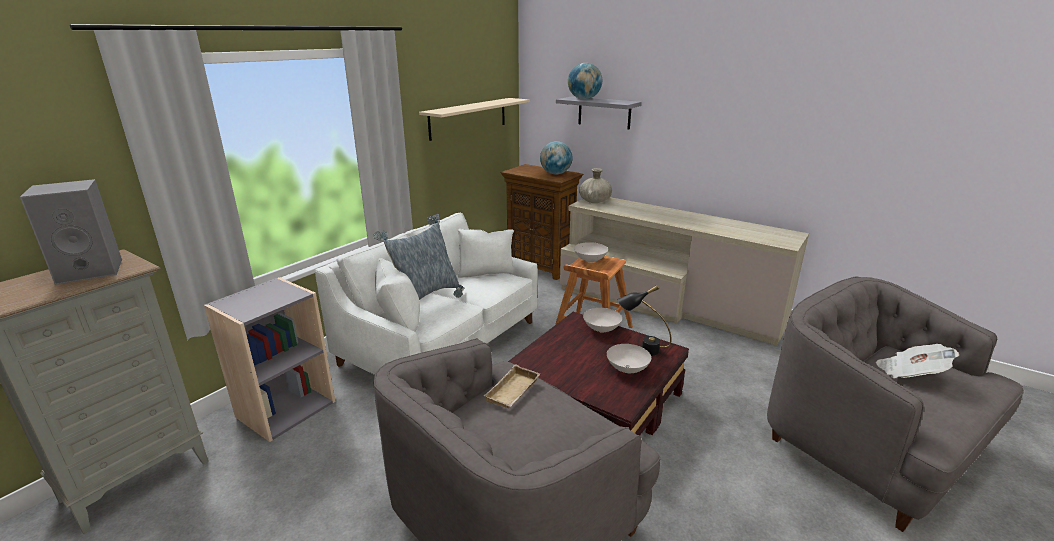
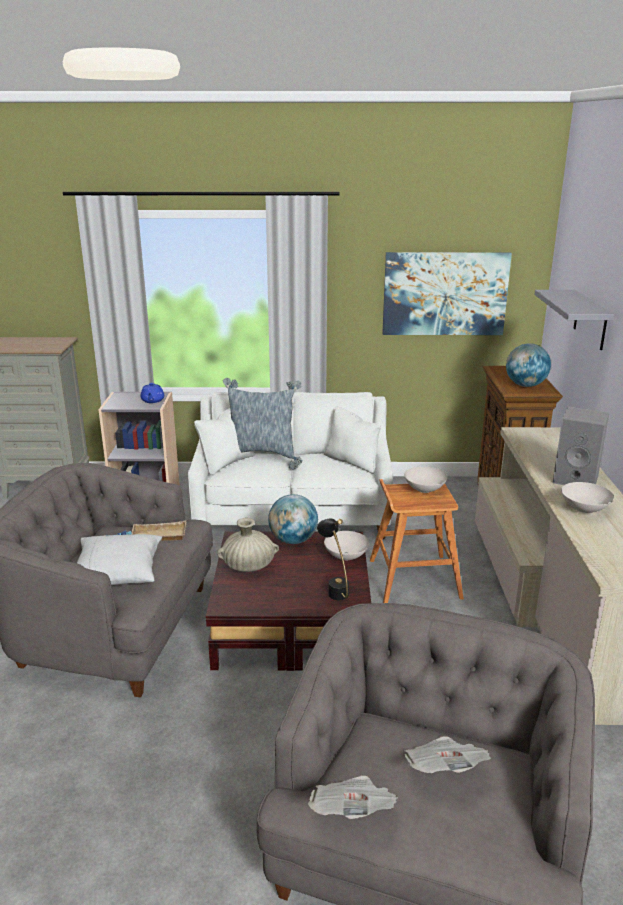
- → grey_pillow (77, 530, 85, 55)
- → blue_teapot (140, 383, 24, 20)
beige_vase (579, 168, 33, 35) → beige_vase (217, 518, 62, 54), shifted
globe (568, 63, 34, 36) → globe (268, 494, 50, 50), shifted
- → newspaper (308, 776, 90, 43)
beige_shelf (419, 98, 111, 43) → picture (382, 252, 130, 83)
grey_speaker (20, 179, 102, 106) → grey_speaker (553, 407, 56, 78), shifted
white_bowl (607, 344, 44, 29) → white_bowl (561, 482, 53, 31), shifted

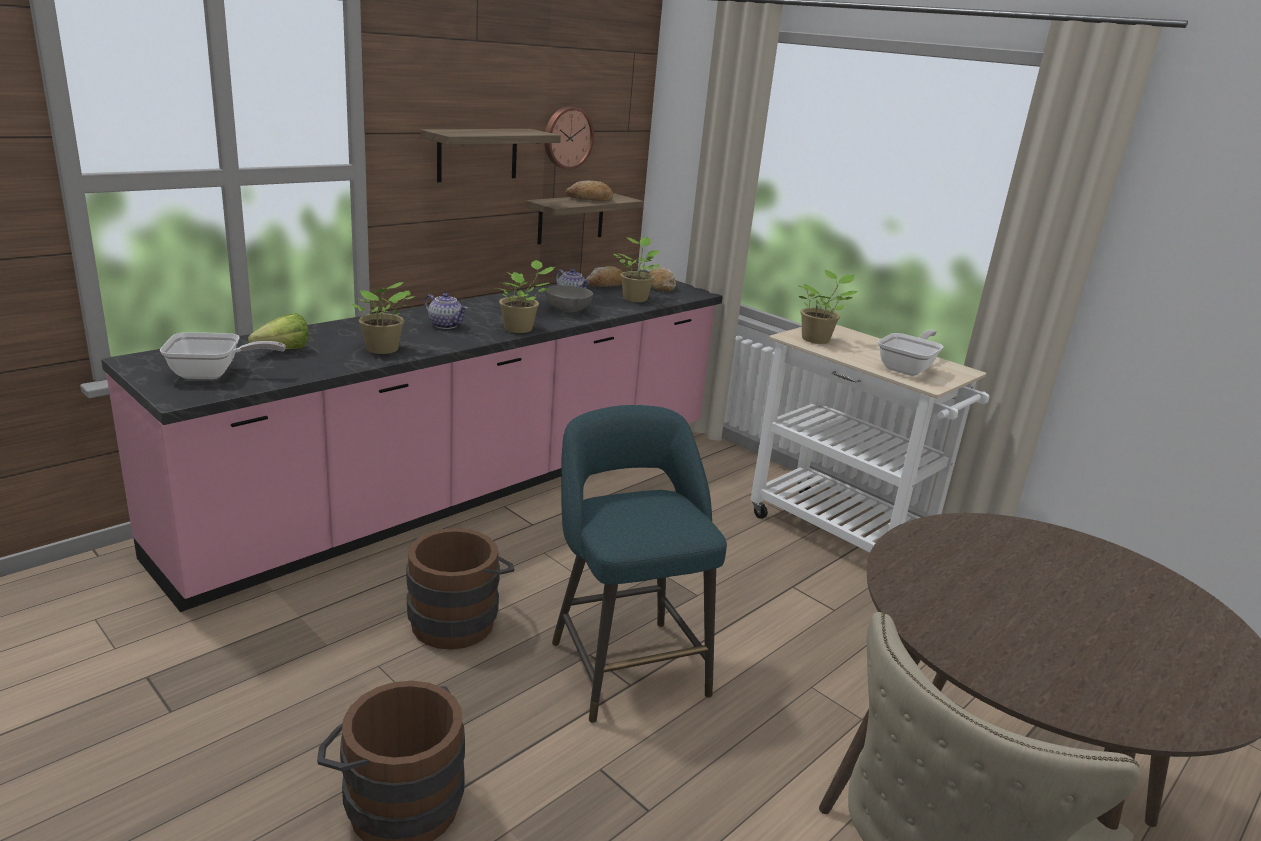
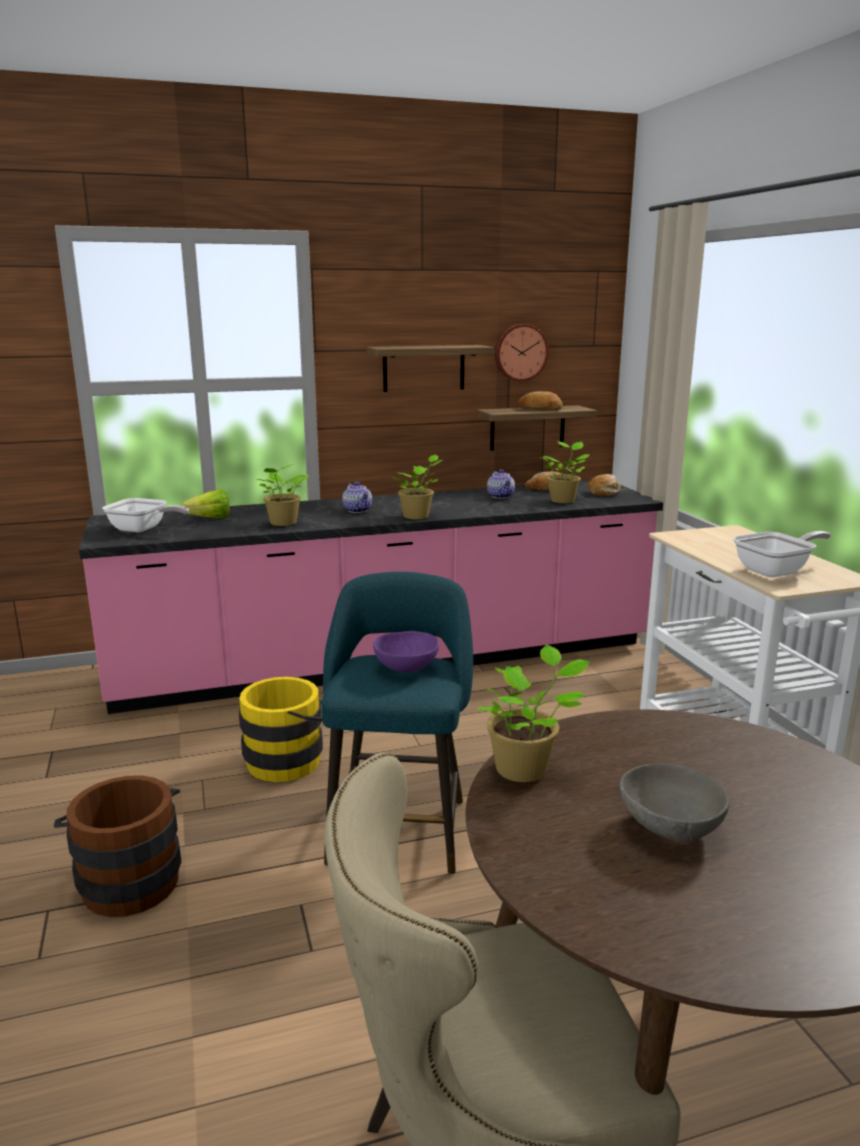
brown_bucket (406, 528, 109, 122) → yellow_bucket (239, 677, 84, 105)
- → purple_bowl (373, 631, 66, 41)
potted_plant (798, 270, 60, 74) → potted_plant (478, 645, 112, 137), shifted
grey_bowl (545, 285, 48, 27) → grey_bowl (619, 763, 111, 78), shifted

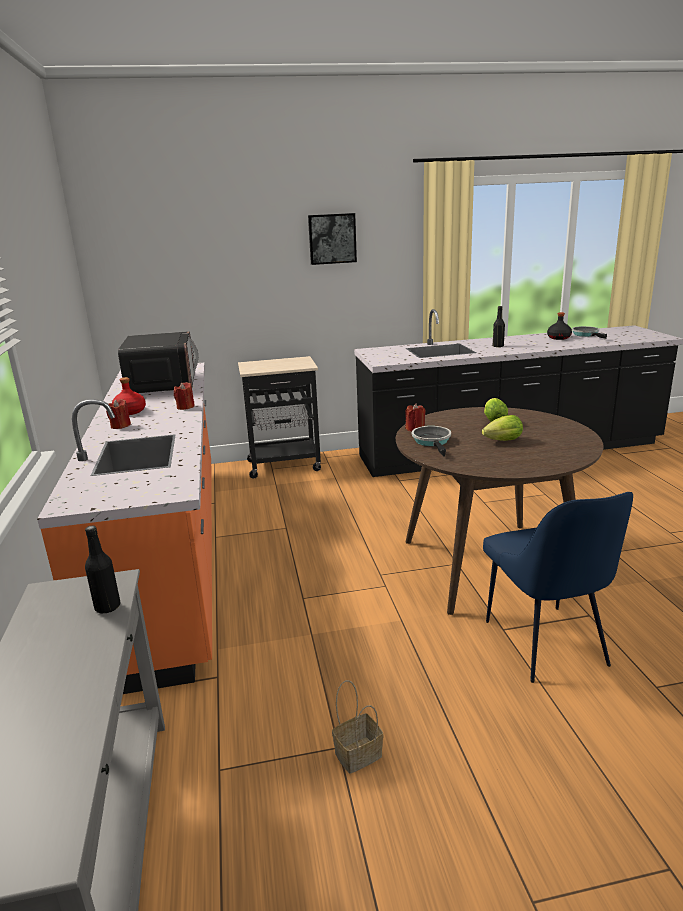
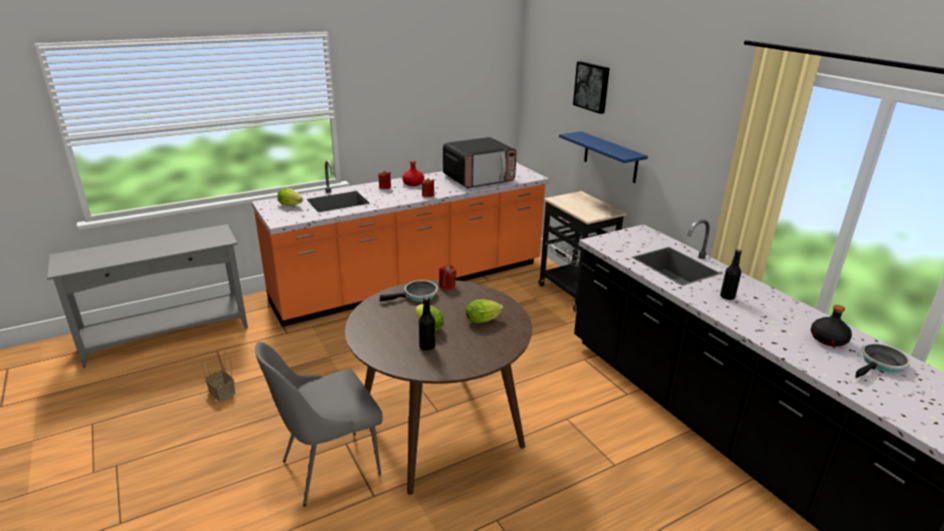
blue_chair (483, 492, 150, 191) → grey_chair (255, 342, 127, 165)
- → lettuce (277, 188, 26, 18)
black_bottle (85, 526, 36, 87) → black_bottle (419, 297, 16, 54), shifted
- → blue_shelf (559, 131, 89, 52)
picture (308, 213, 49, 52) → picture (573, 61, 36, 53), shifted

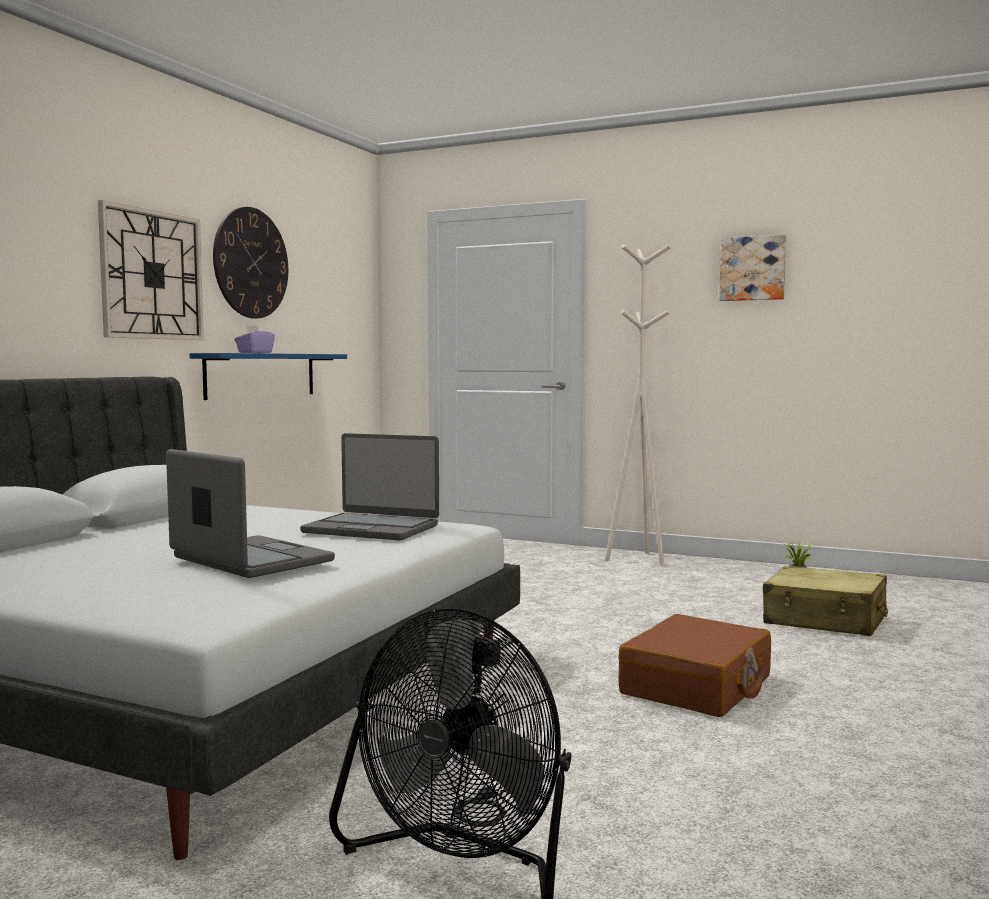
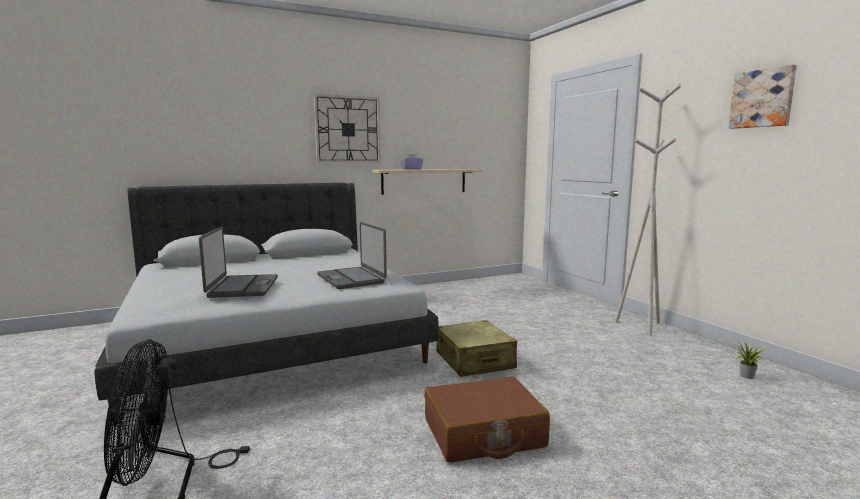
blue_shelf (190, 353, 157, 47) → beige_shelf (372, 169, 110, 26)
beige_suitcase (763, 566, 125, 70) → beige_suitcase (437, 320, 80, 57), shifted
wall_clock (213, 207, 75, 112) → -

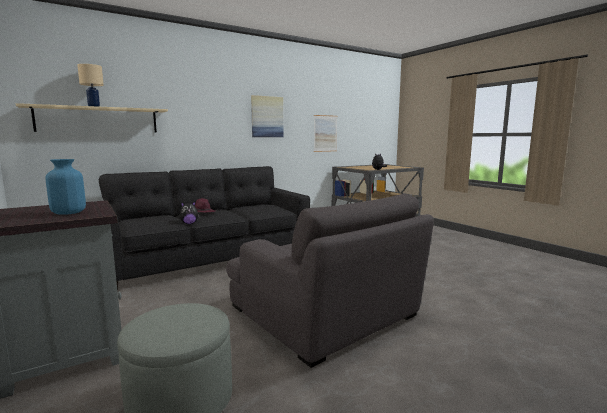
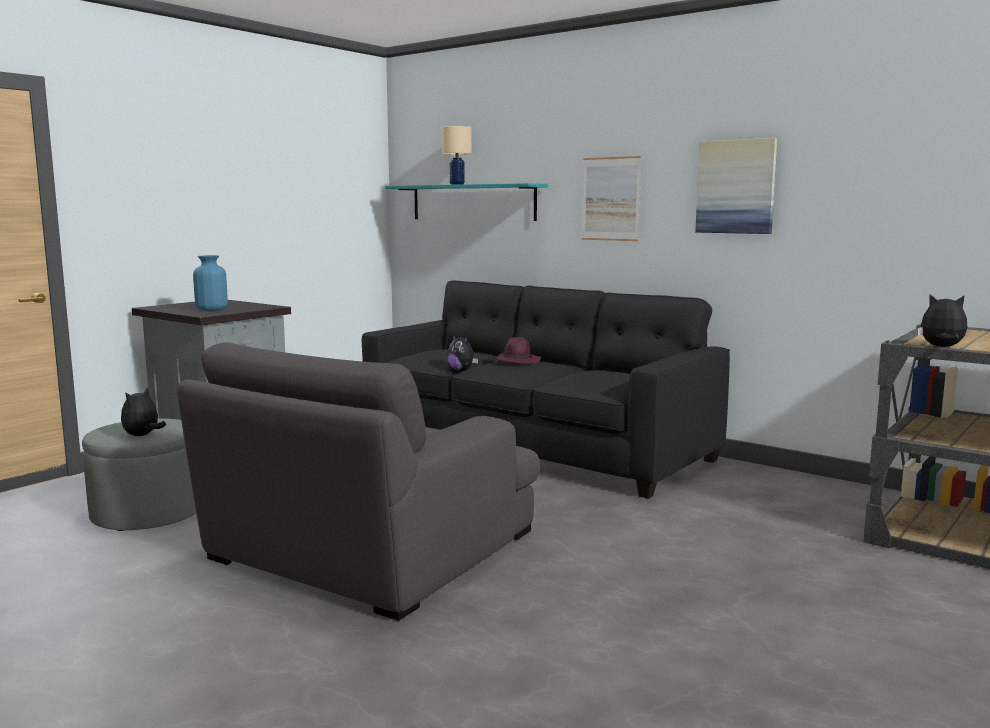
- → plush_toy (121, 387, 45, 49)
beige_shelf (16, 103, 152, 30) → turquoise_shelf (385, 183, 163, 38)
picture (314, 115, 23, 37) → picture (582, 156, 60, 85), shifted

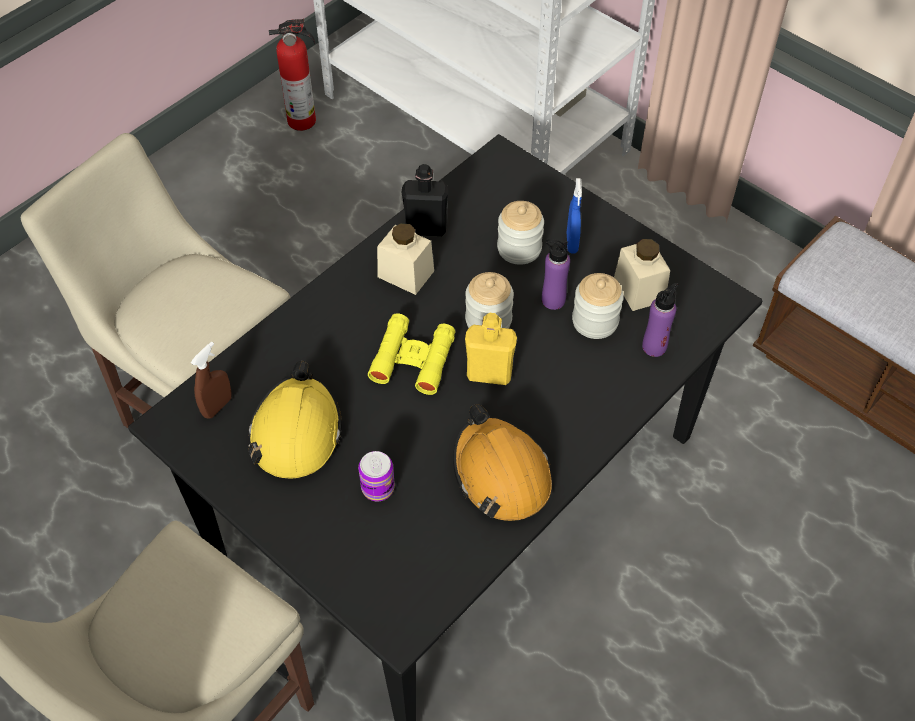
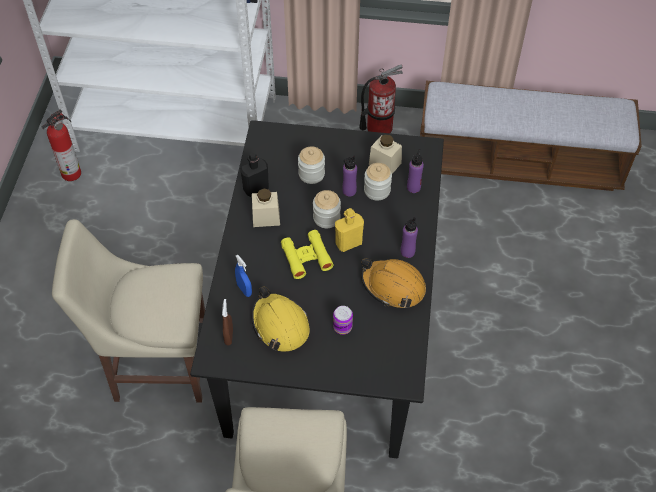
blue_spray_bottle (567, 178, 15, 76) → blue_spray_bottle (235, 255, 17, 42), shifted
- → fire_extinguisher (359, 65, 44, 68)
- → purple_bottle (401, 217, 17, 41)

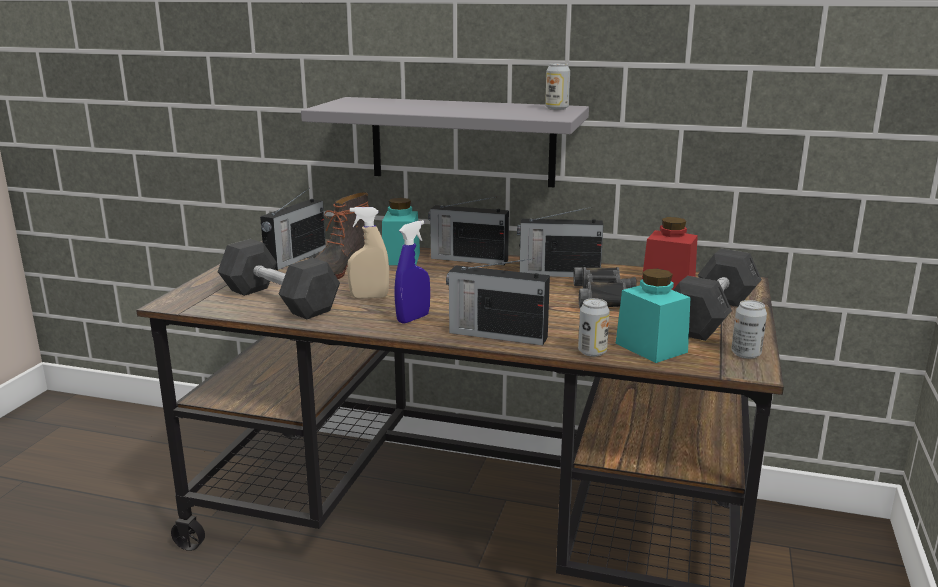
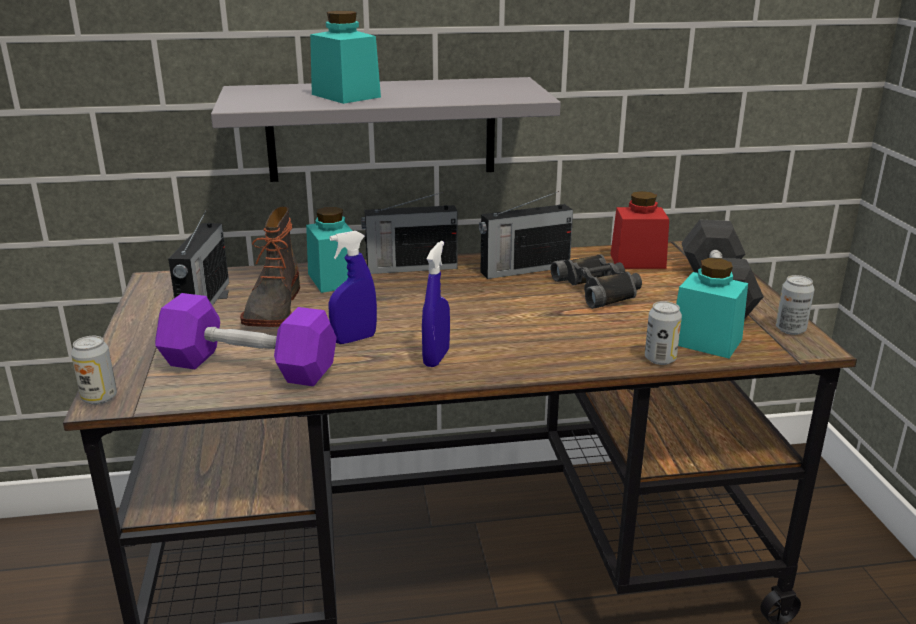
can (545, 63, 25, 47) → can (71, 336, 46, 69), shifted
grey_dumbbell (218, 239, 122, 80) → purple_dumbbell (155, 293, 182, 93)
- → turquoise_jar (310, 11, 71, 93)
beige_spray_bottle (347, 207, 42, 92) → blue_spray_bottle (328, 231, 49, 113)
radio (446, 258, 104, 87) → -

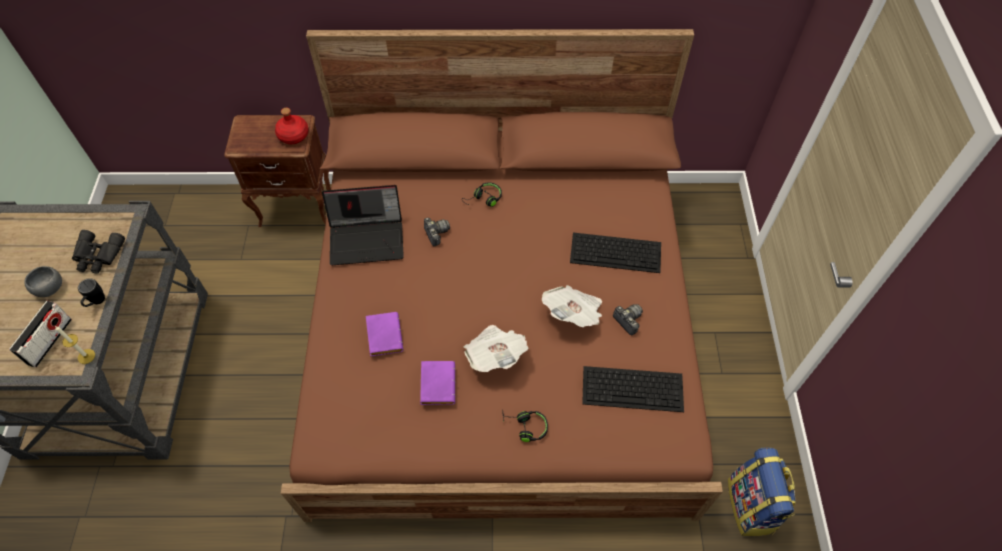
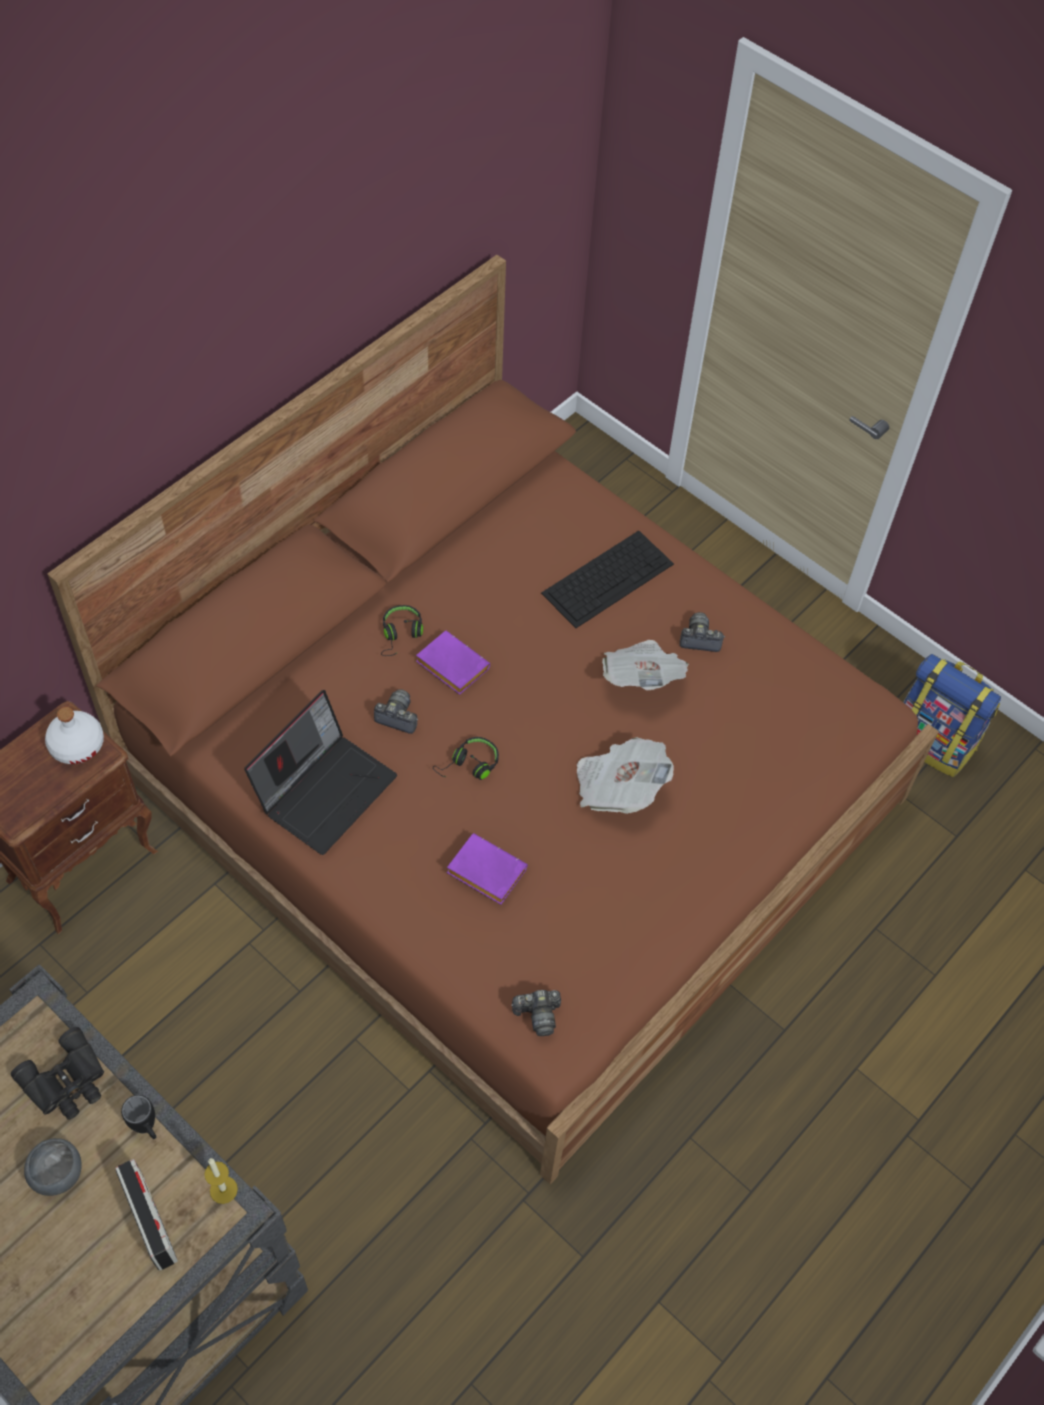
red_bottle (275, 108, 34, 36) → white_bottle (45, 707, 59, 57)
purple_book (420, 361, 35, 44) → purple_book (416, 631, 74, 64), shifted
black_headphones (502, 410, 46, 32) → black_headphones (433, 737, 66, 43), shifted
- → photo_camera (511, 990, 50, 46)
keyboard (582, 366, 102, 46) → -

